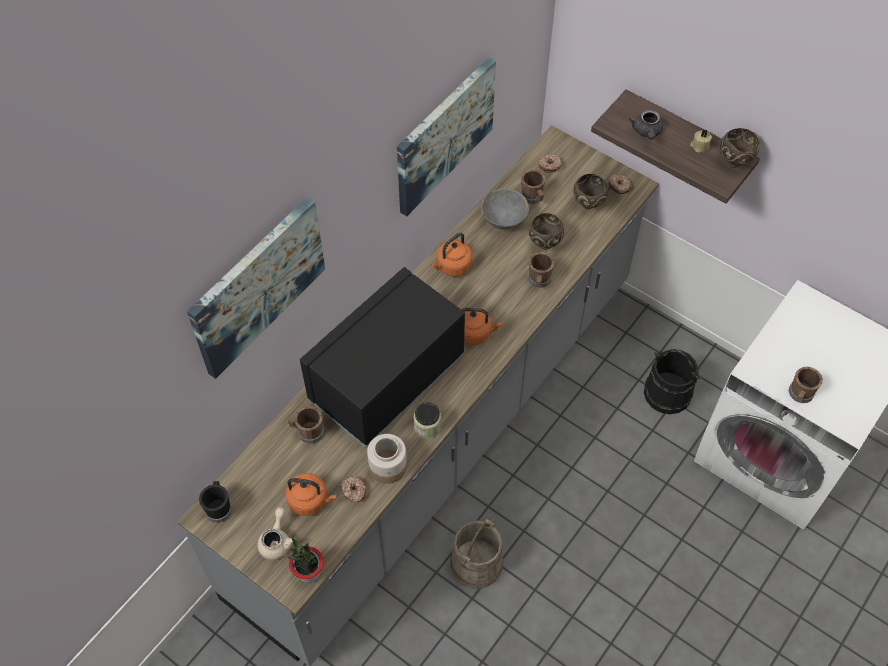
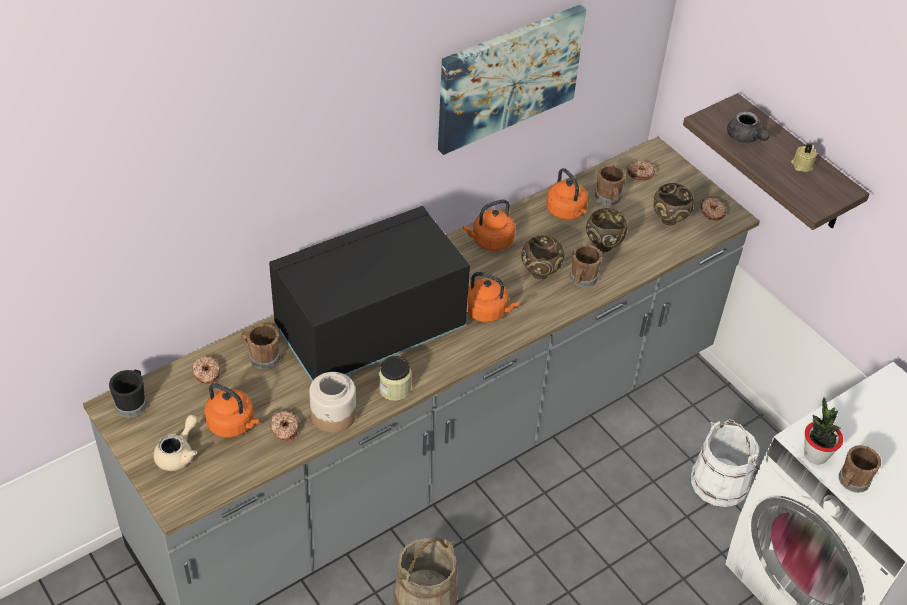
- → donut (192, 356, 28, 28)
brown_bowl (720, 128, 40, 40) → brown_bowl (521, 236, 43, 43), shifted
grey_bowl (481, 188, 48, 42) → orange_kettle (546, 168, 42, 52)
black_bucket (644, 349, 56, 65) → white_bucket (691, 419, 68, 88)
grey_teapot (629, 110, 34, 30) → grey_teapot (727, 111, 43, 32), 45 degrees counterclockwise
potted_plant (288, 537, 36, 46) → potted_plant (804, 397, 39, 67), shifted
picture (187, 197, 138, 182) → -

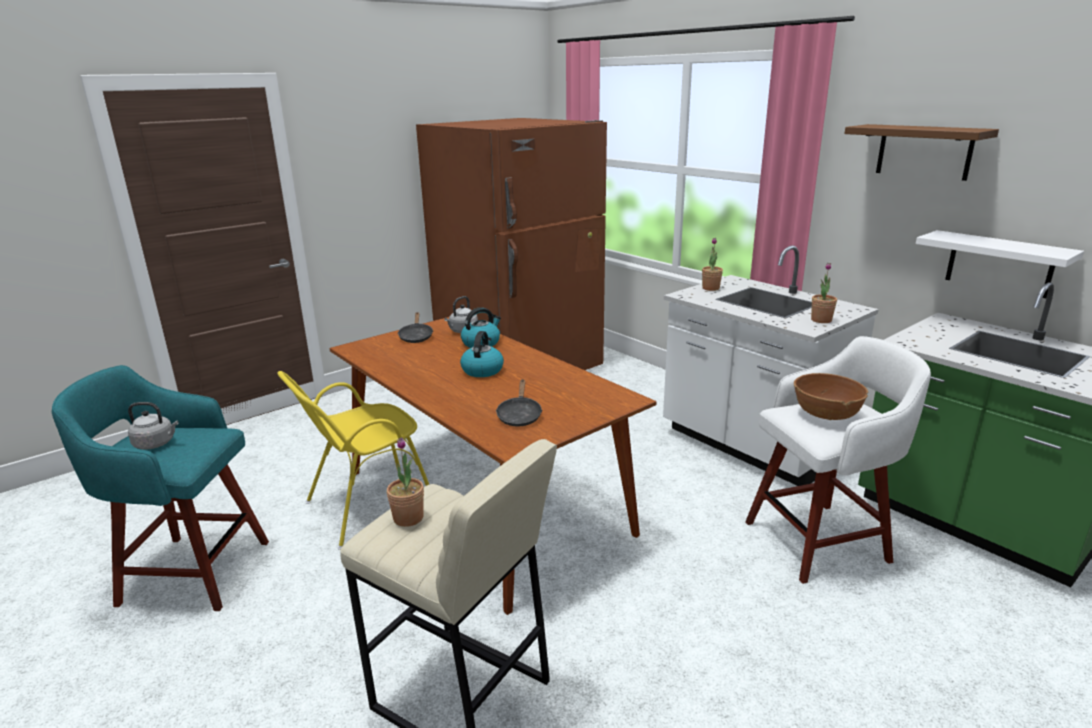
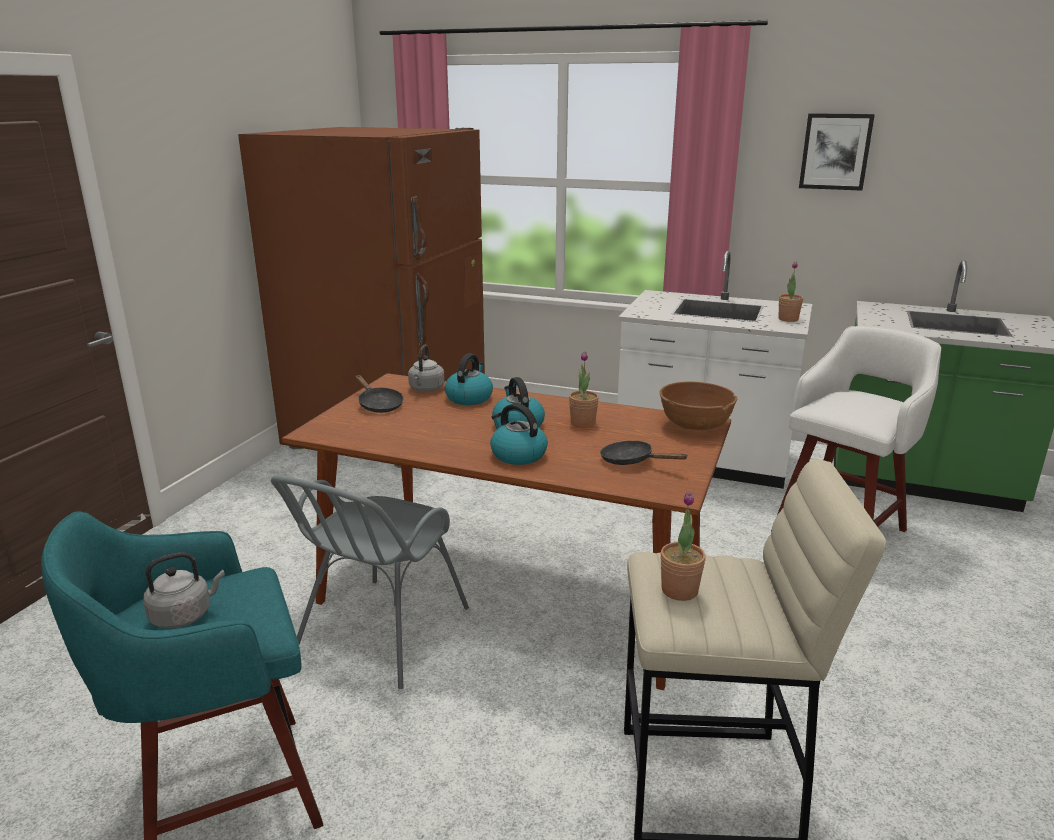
yellow_chair (277, 371, 152, 179) → grey_chair (271, 476, 200, 218)
- → kettle (490, 403, 58, 62)
potted_plant (702, 238, 21, 53) → potted_plant (569, 352, 30, 76), shifted
black_frying_pan (496, 379, 46, 47) → black_frying_pan (600, 441, 88, 24), 150 degrees clockwise
brown_bowl (794, 373, 74, 47) → brown_bowl (659, 382, 78, 48), shifted
brown_shelf (844, 124, 155, 57) → picture (799, 113, 76, 78)
white_shelf (916, 230, 168, 68) → -

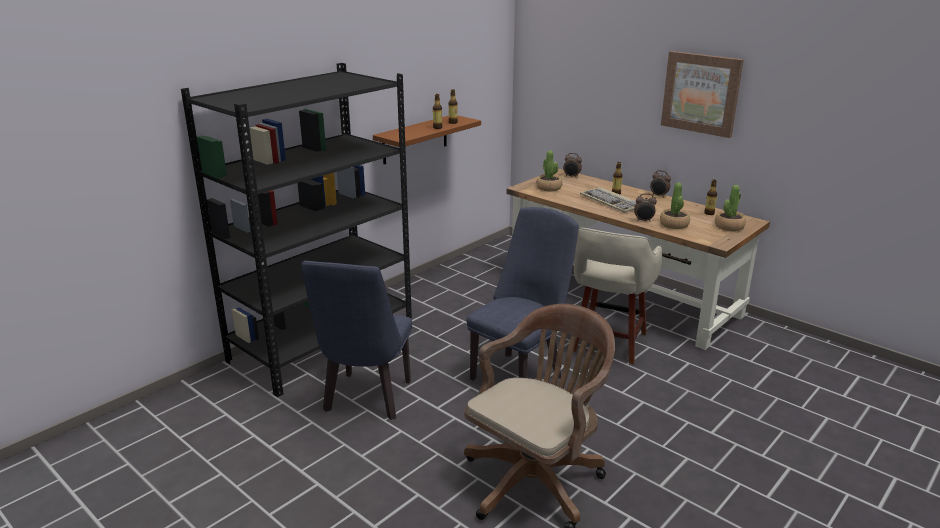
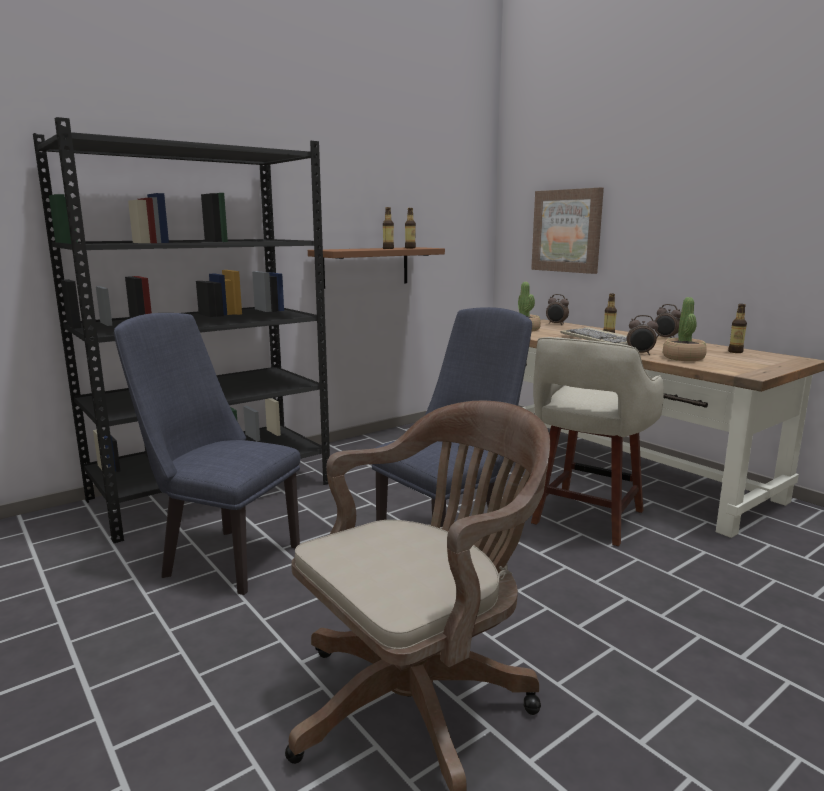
blue_chair (301, 261, 111, 159) → blue_chair (114, 313, 186, 282), 90 degrees clockwise
picture (661, 51, 83, 87) → picture (531, 187, 73, 87), shifted
potted_plant (715, 185, 31, 46) → -

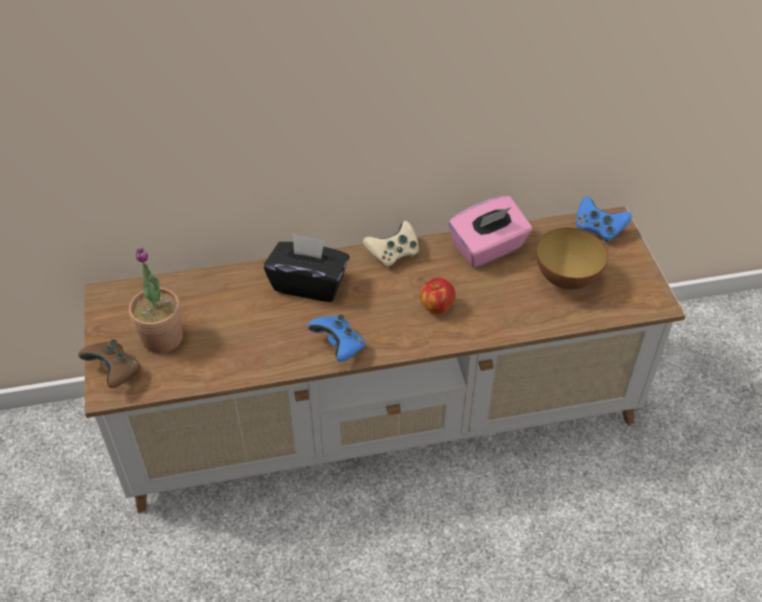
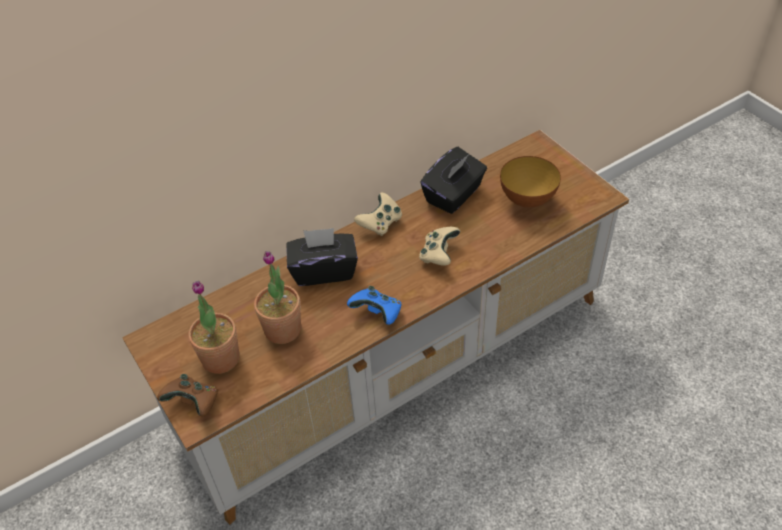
- → potted_plant (254, 251, 47, 93)
apple (420, 278, 35, 36) → beige_game_controller (419, 227, 41, 39)
pink_tissue_box (448, 196, 84, 72) → black_tissue_box (420, 147, 67, 67)
blue_game_controller (576, 197, 56, 45) → -

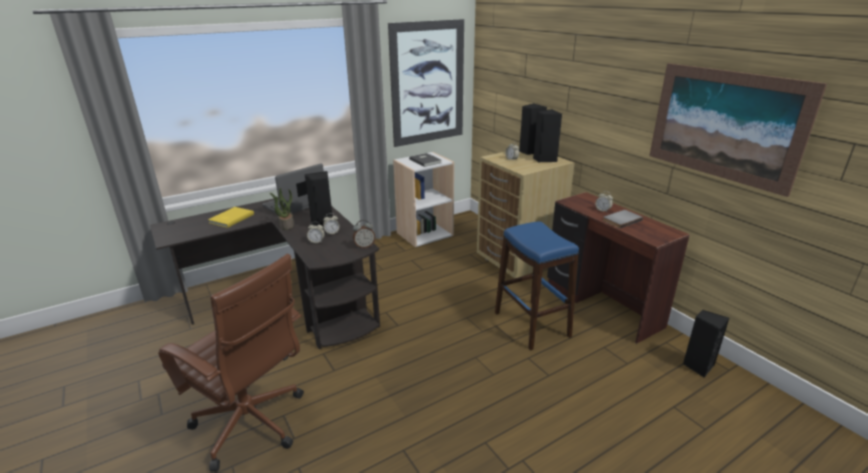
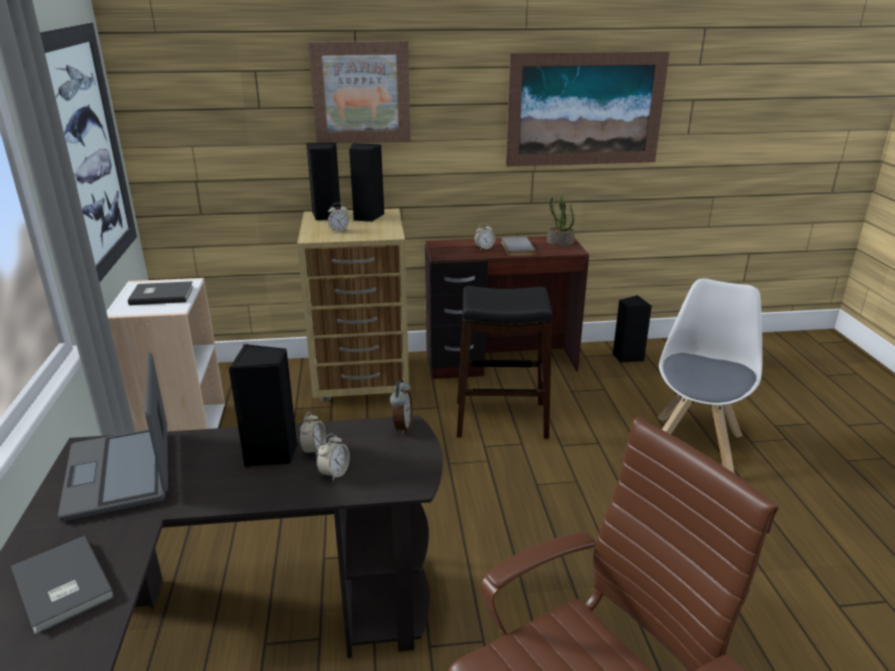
yellow_book (208, 207, 46, 21) → grey_book (11, 536, 104, 99)
- → picture (308, 41, 102, 102)
blue_stool (495, 221, 84, 129) → black_stool (457, 286, 95, 153)
potted_plant (270, 188, 24, 42) → potted_plant (547, 194, 28, 52), shifted
- → chair (657, 278, 106, 196)

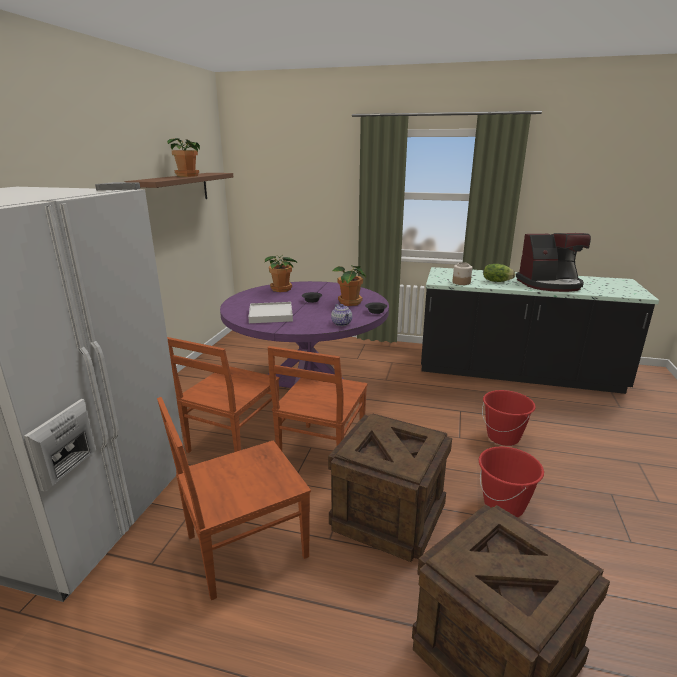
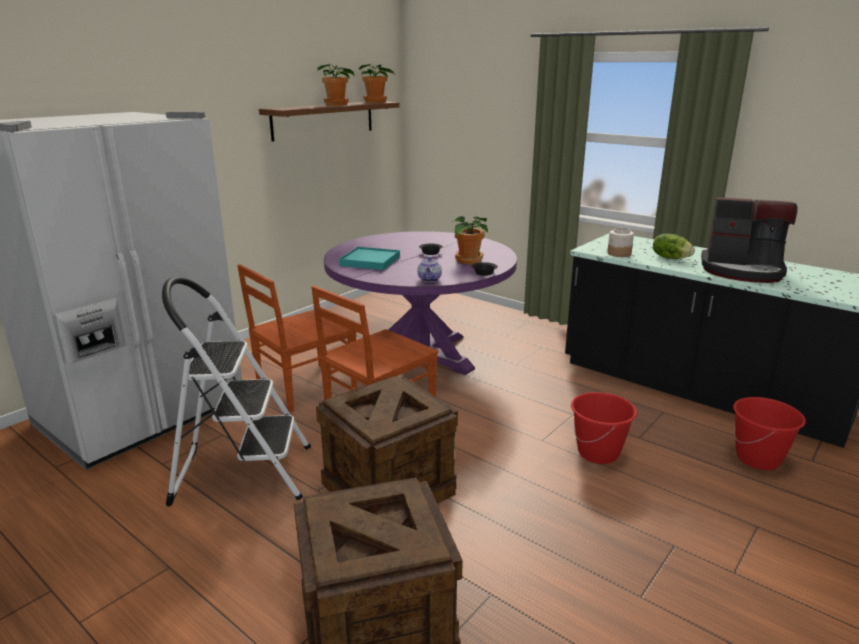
brown_chair (157, 397, 154, 203) → step_ladder (162, 277, 149, 229)
white_tray (248, 302, 45, 21) → turquoise_tray (339, 247, 61, 23)
potted_plant (265, 256, 33, 36) → potted_plant (359, 64, 36, 39), shifted
red_bucket (479, 447, 65, 71) → red_bucket (733, 397, 73, 73), shifted

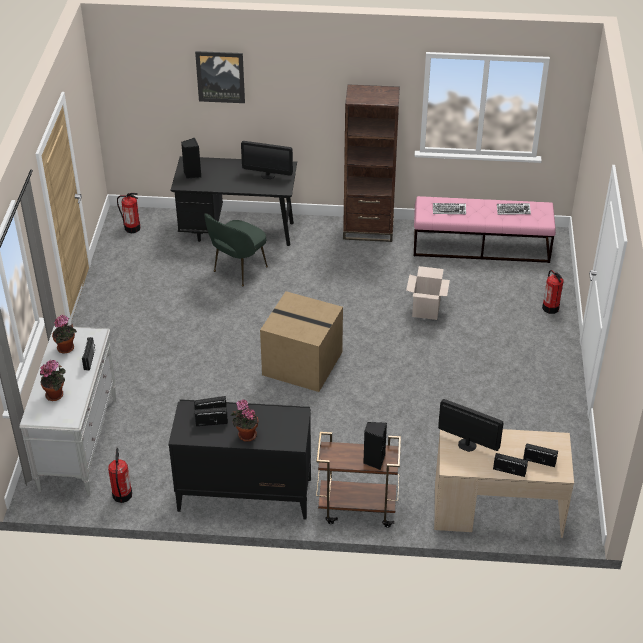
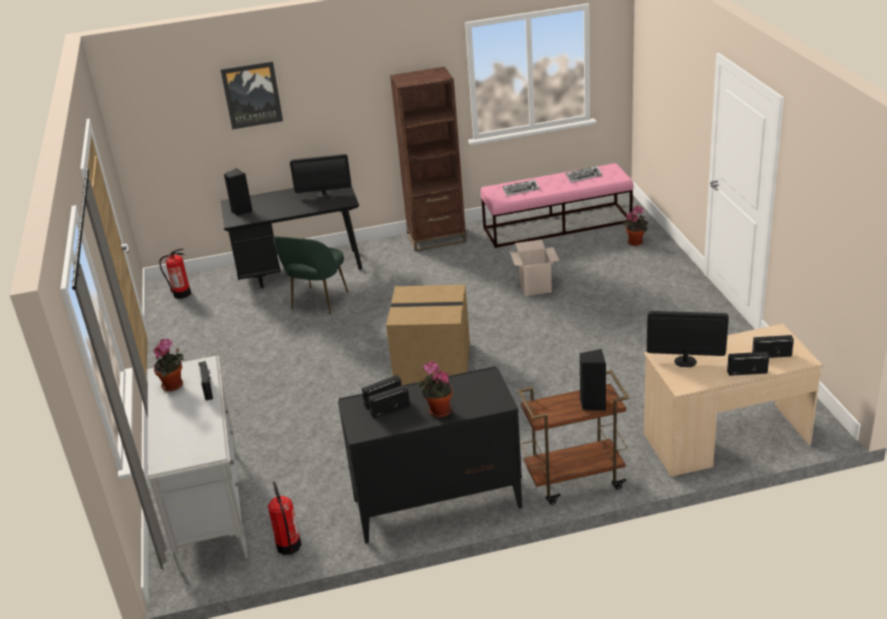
potted_plant (40, 360, 26, 41) → potted_plant (623, 206, 25, 40), shifted
fire_extinguisher (542, 270, 22, 44) → -

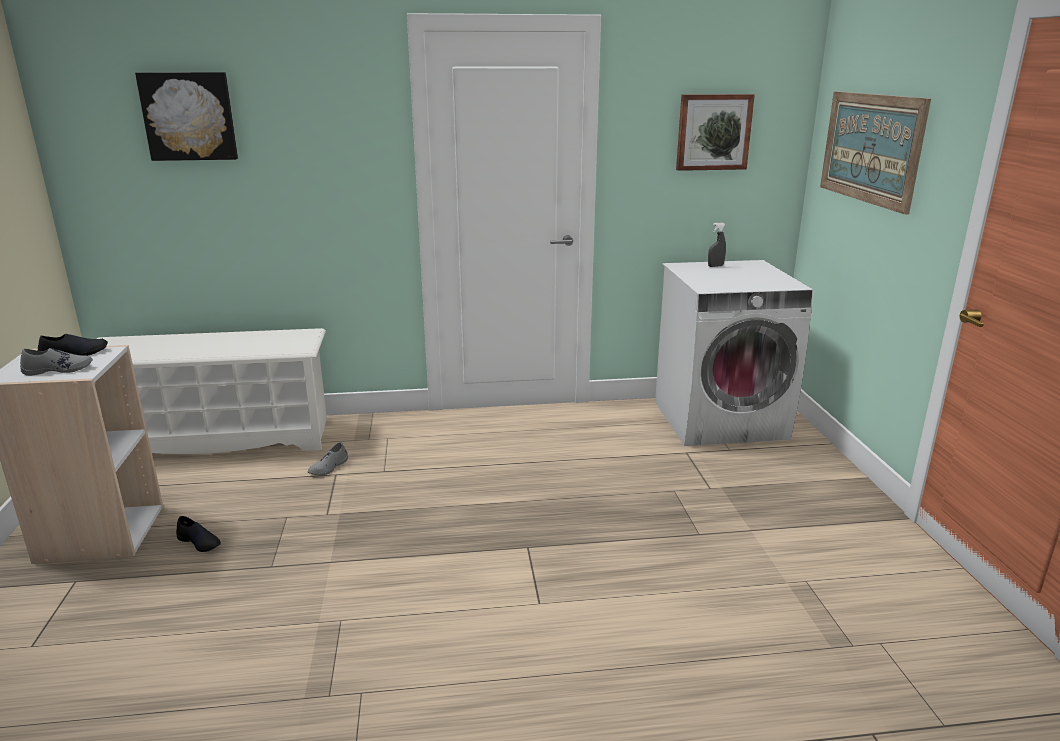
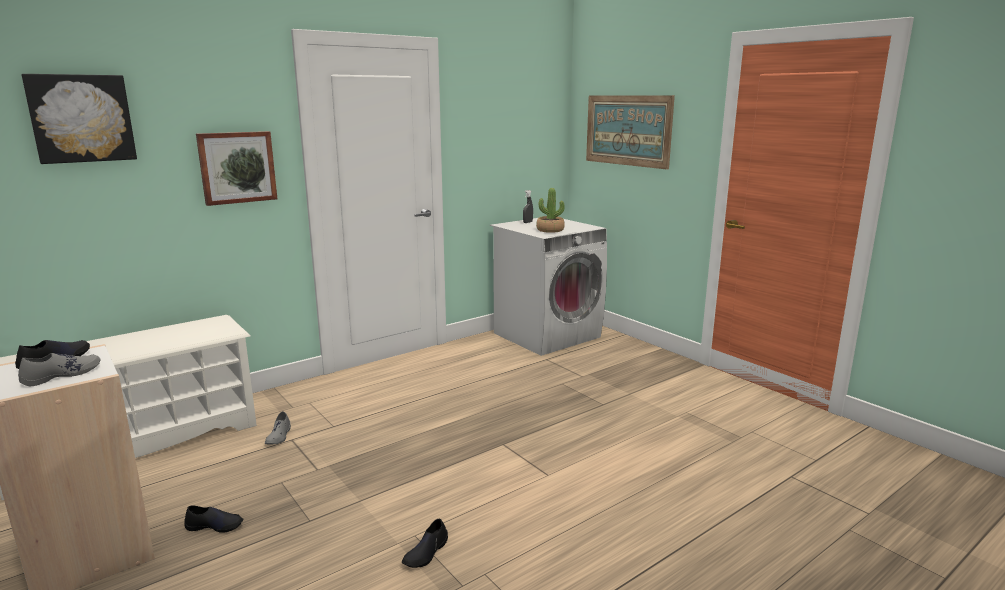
picture (676, 94, 79, 77) → picture (196, 131, 81, 75), shifted
- → black_shoe (402, 518, 46, 50)
- → potted_plant (536, 188, 29, 45)

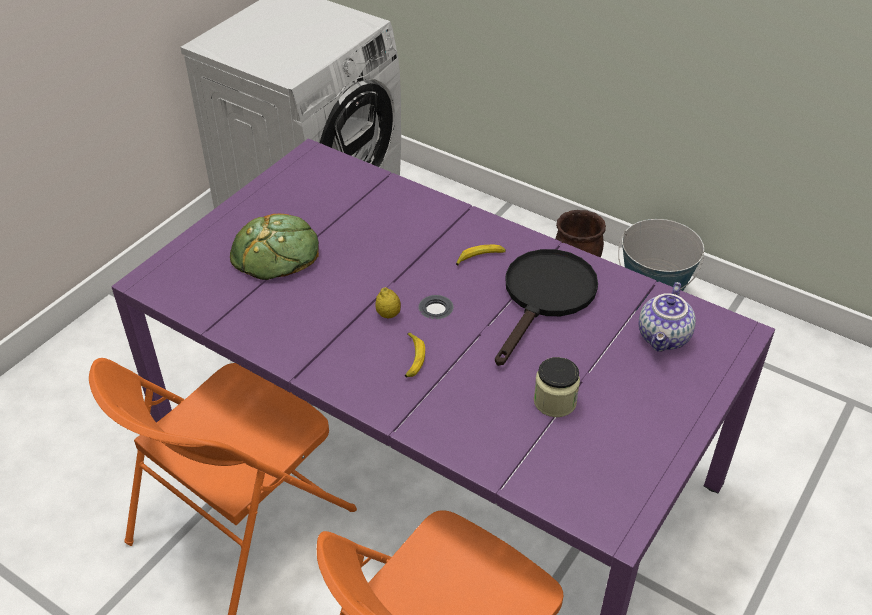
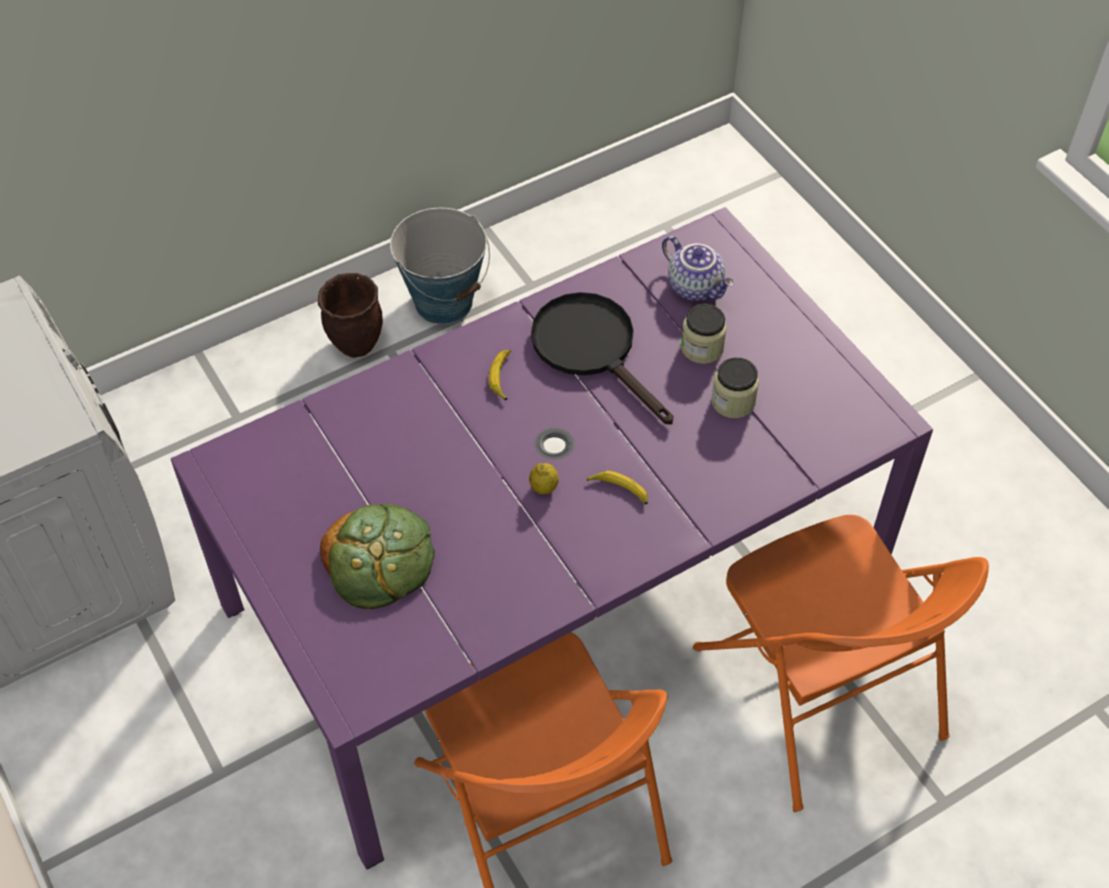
- → jar (681, 304, 46, 60)

